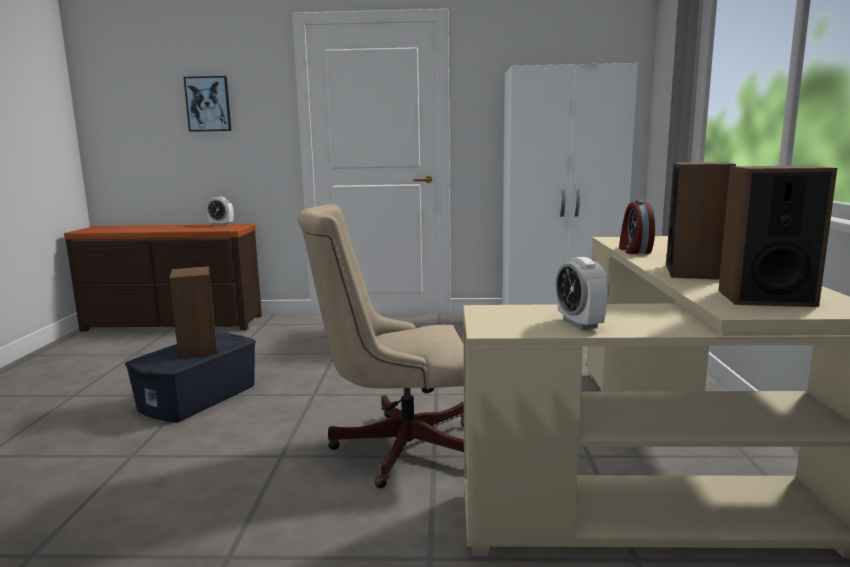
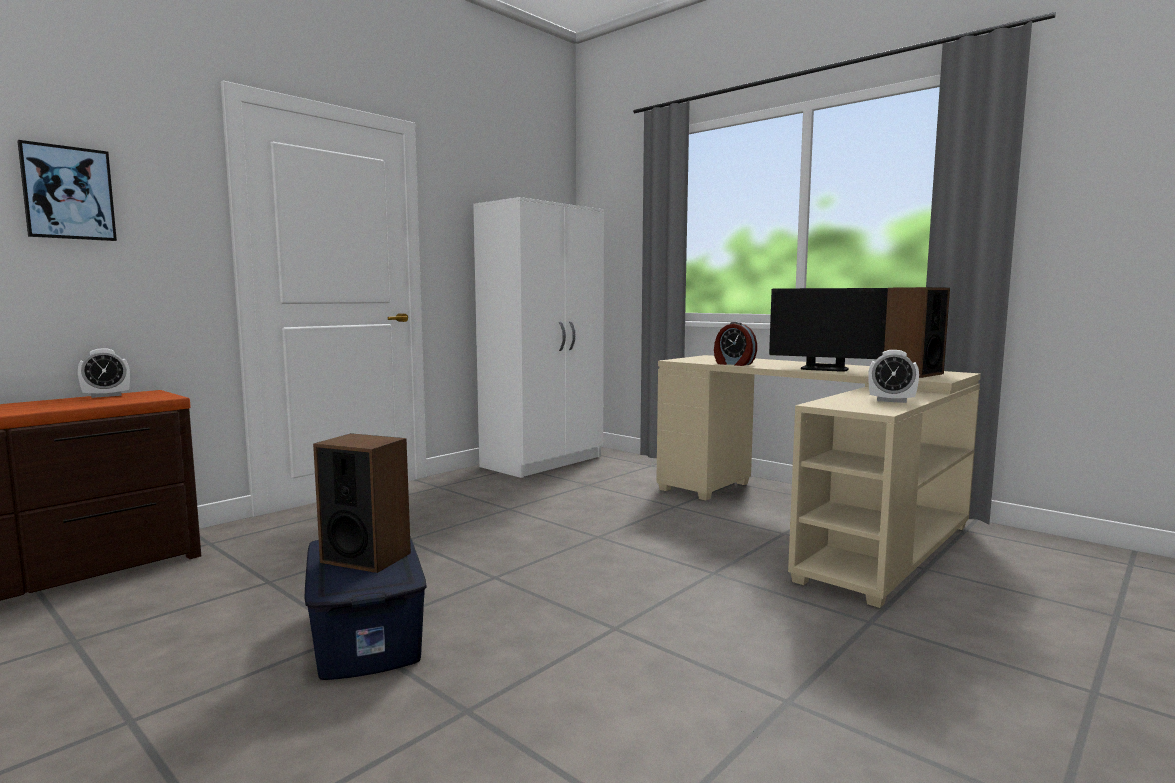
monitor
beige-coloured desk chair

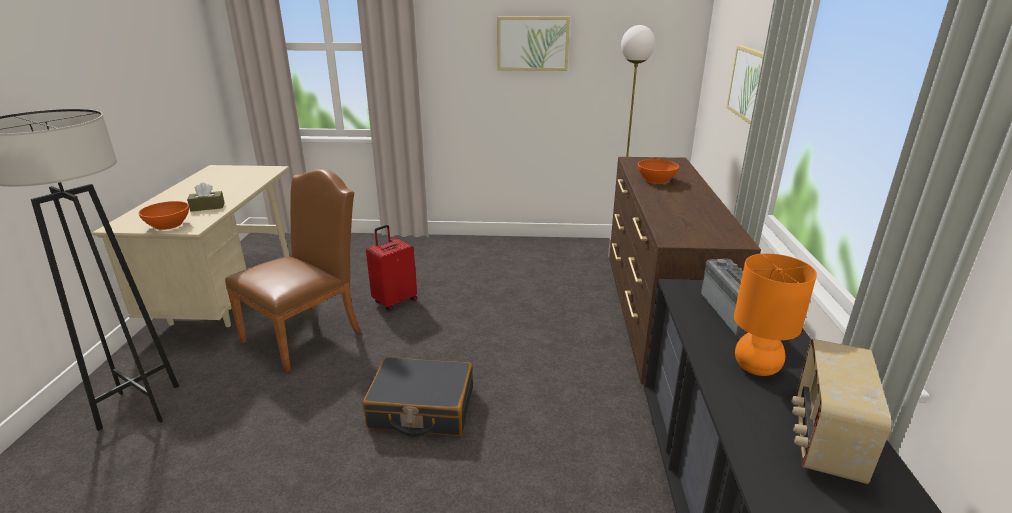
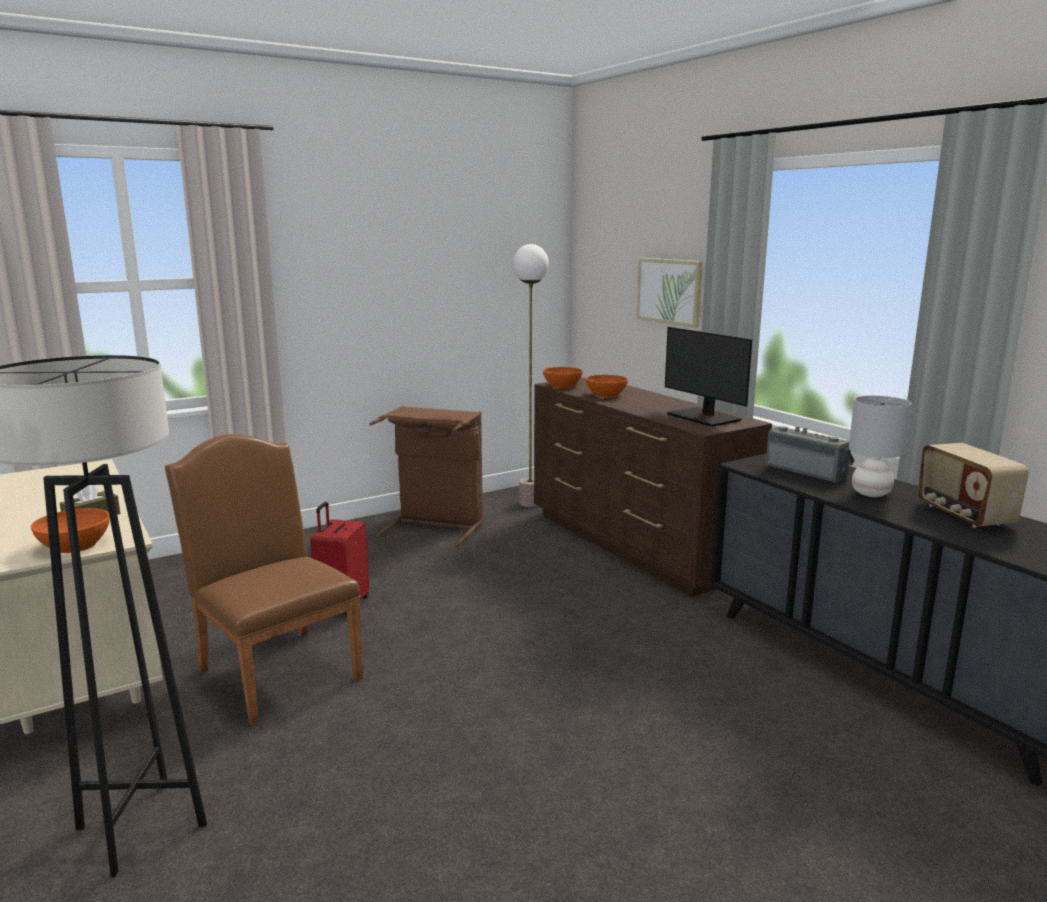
picture (1st from left in the first image)
brown upright chair
grey table lamp
black-coloured suitcase
monitor
orange-coloured bowl (2nd from left)
brown washing basket

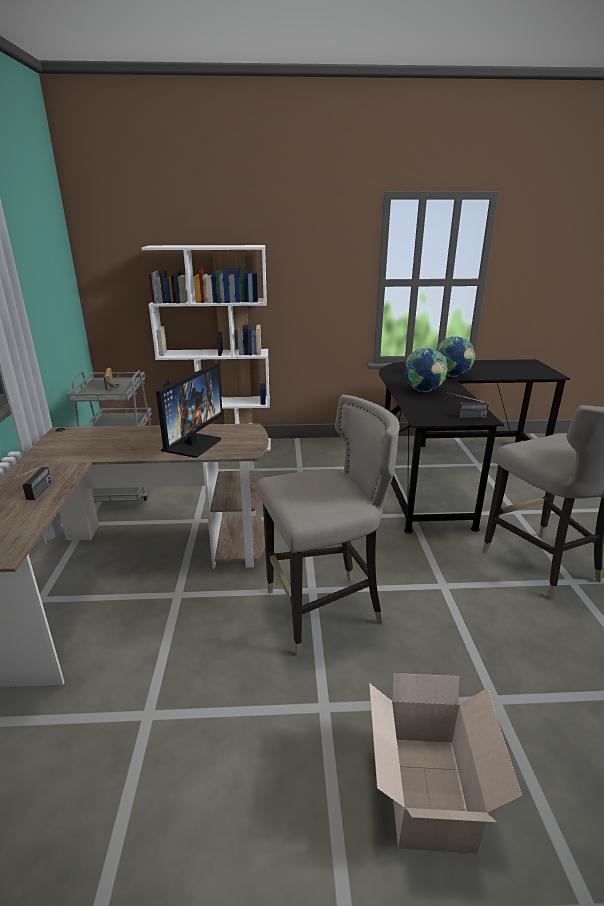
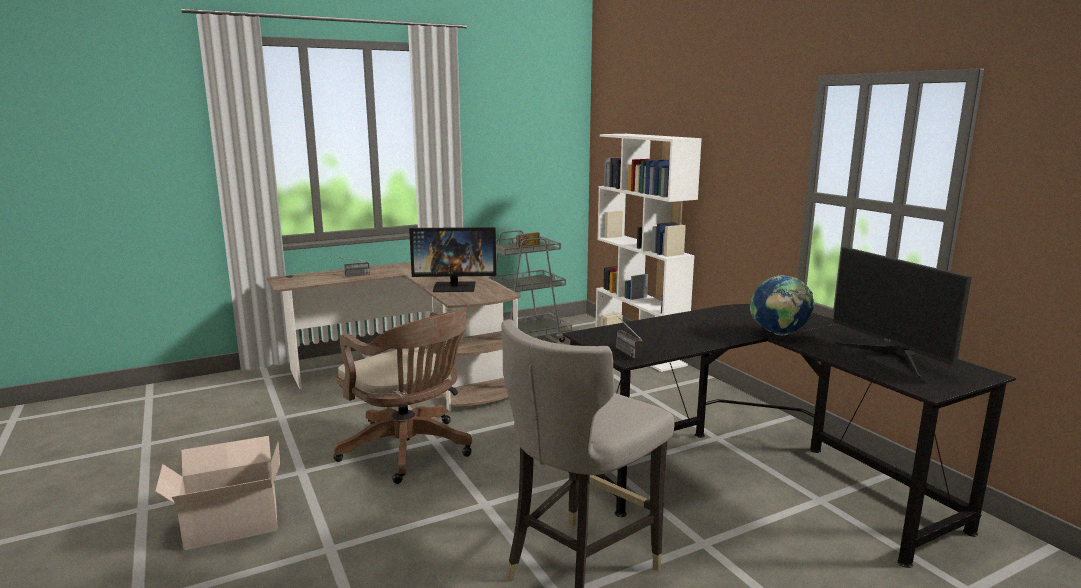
world globe (1st from left in the first image)
brown desk chair
monitor (2nd from left)

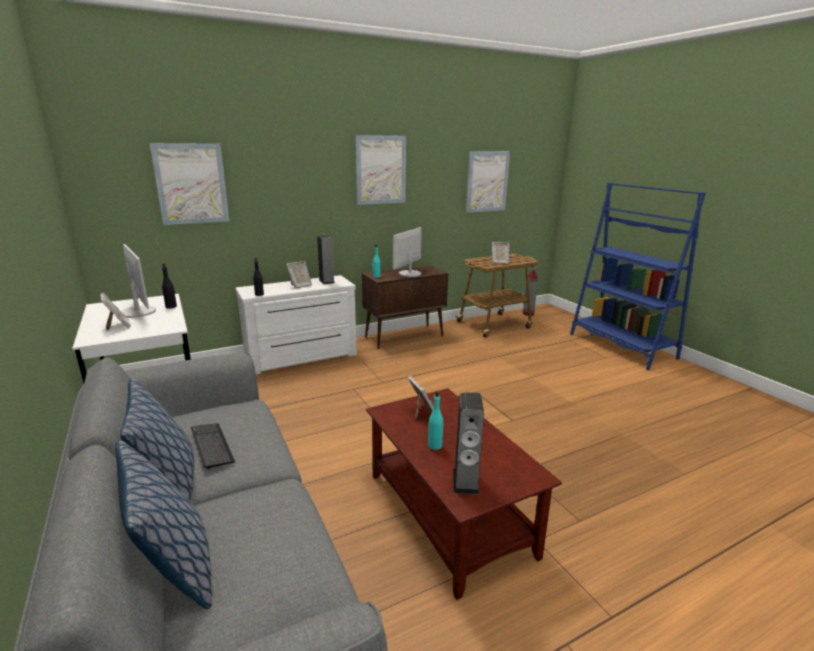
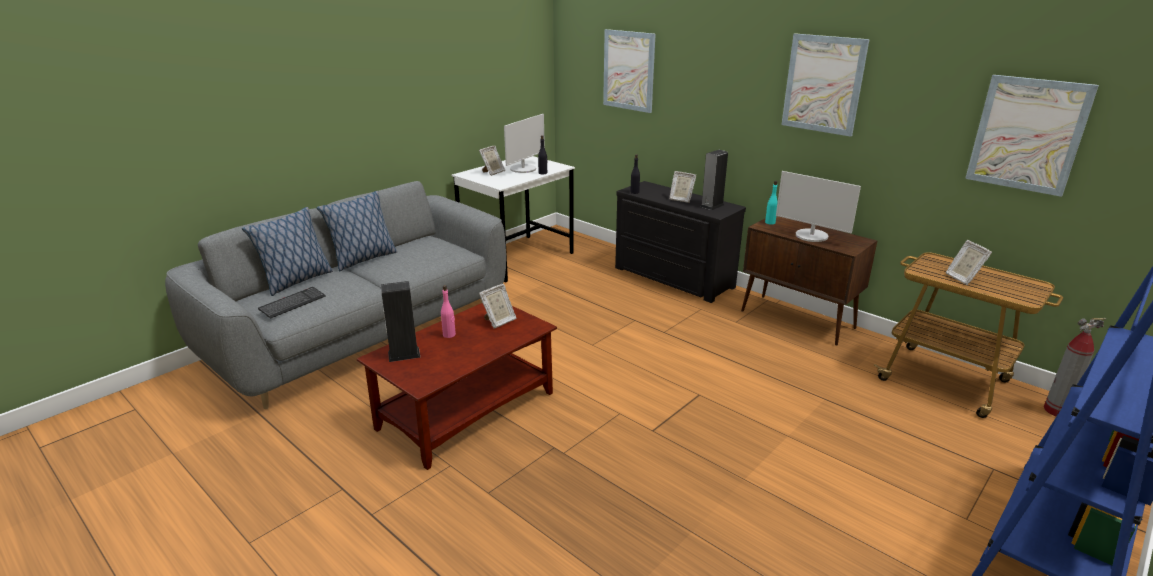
monitor (2nd from left)
black-coloured drawer chest
pink-coloured bottle
keyboard

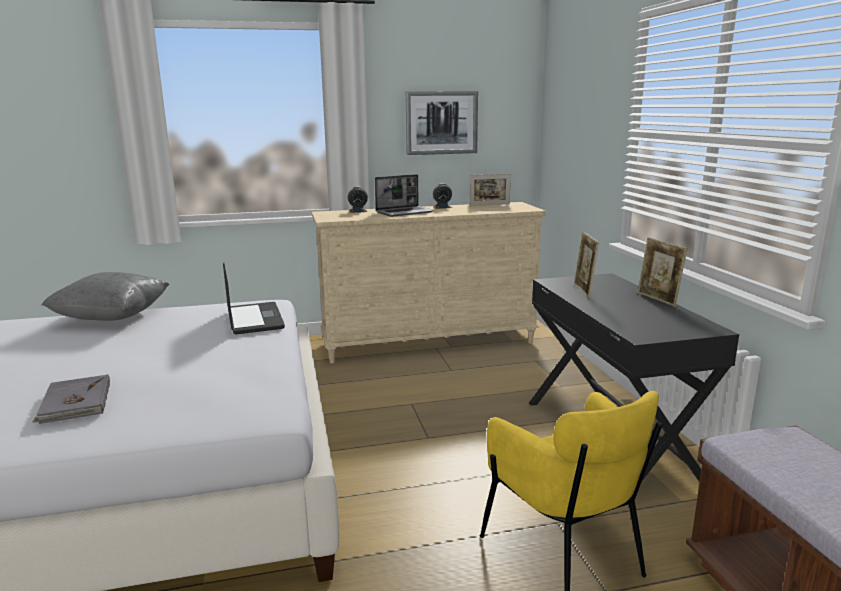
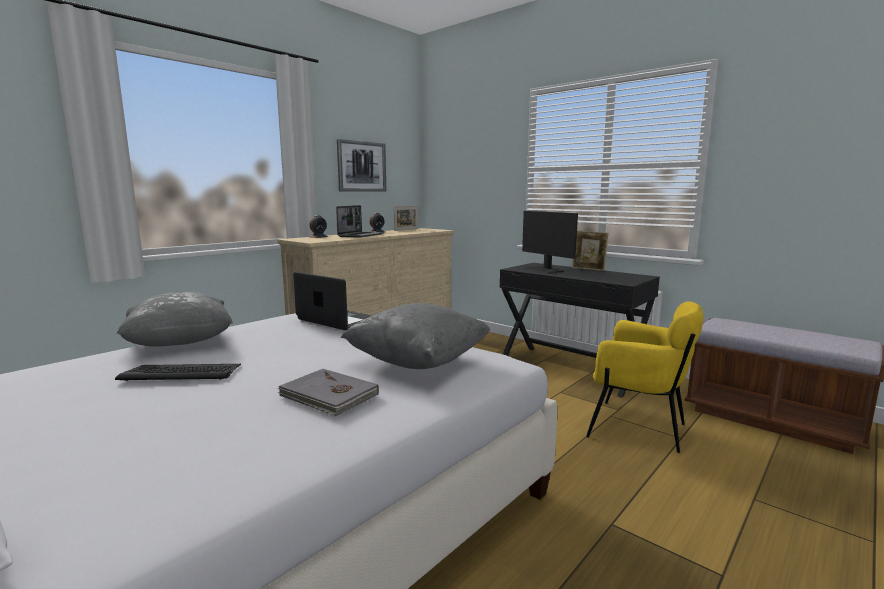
monitor
grey throw pillow (2nd from left)
keyboard

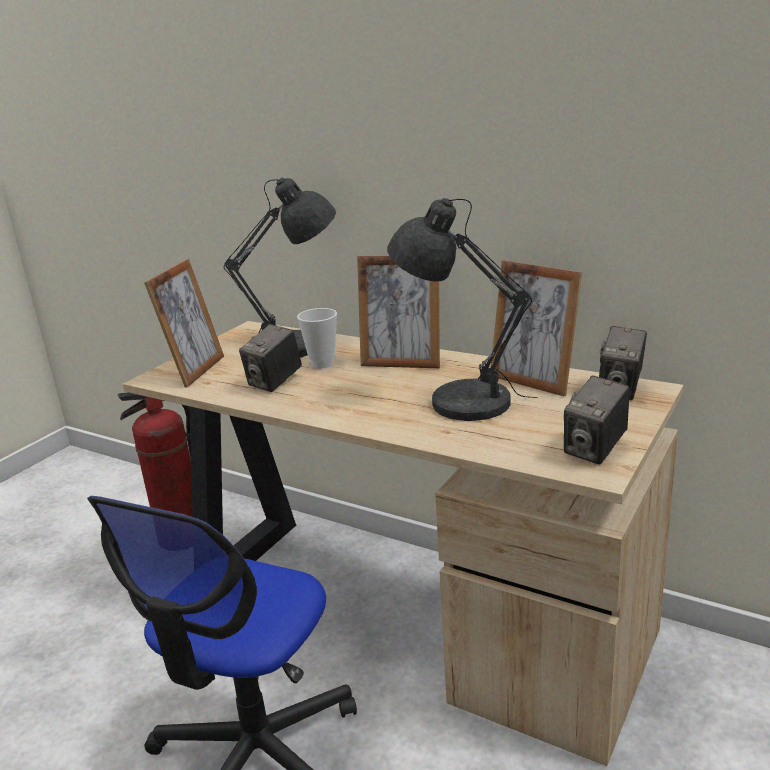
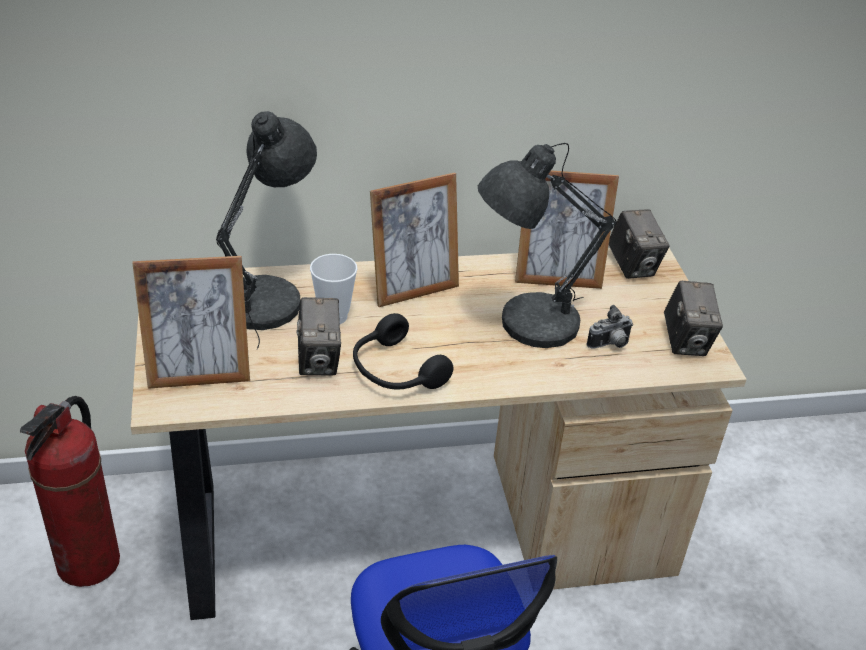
photo frame (1st from left)
photo camera (2nd from left)
black-coloured headphones

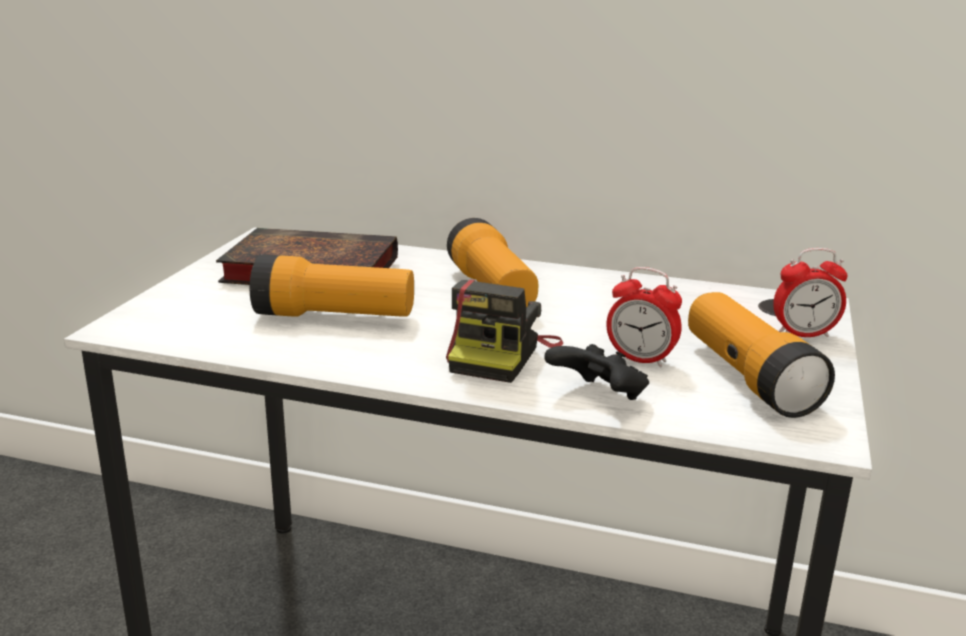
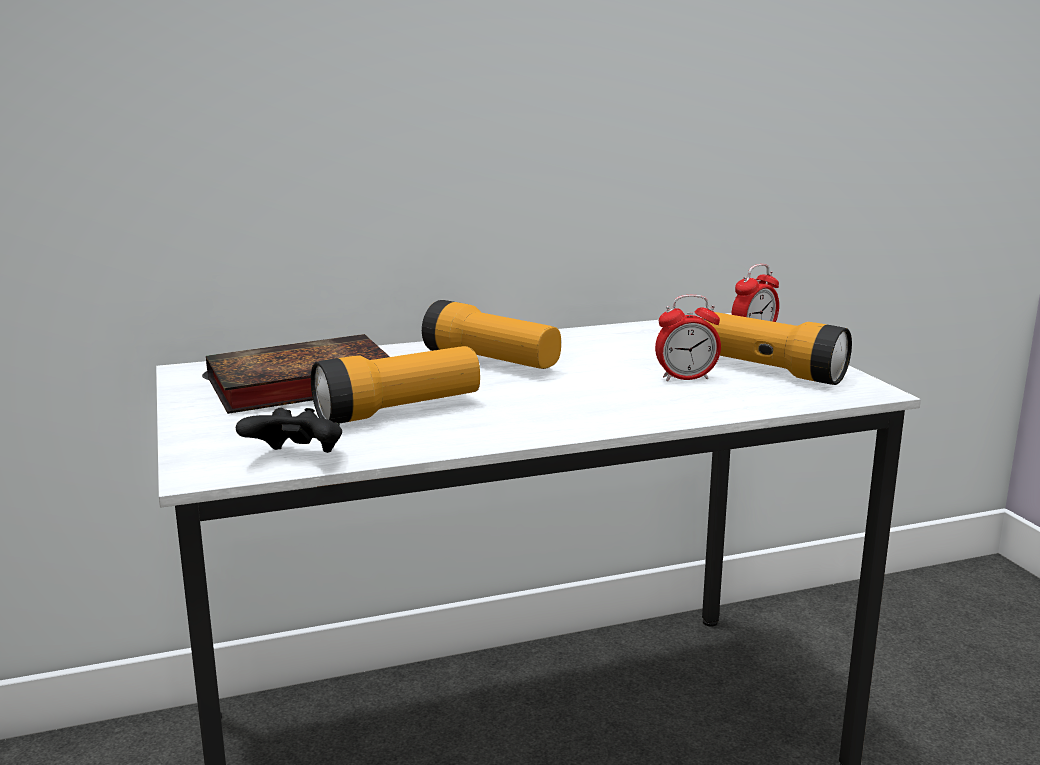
photo camera
black-coloured game controller

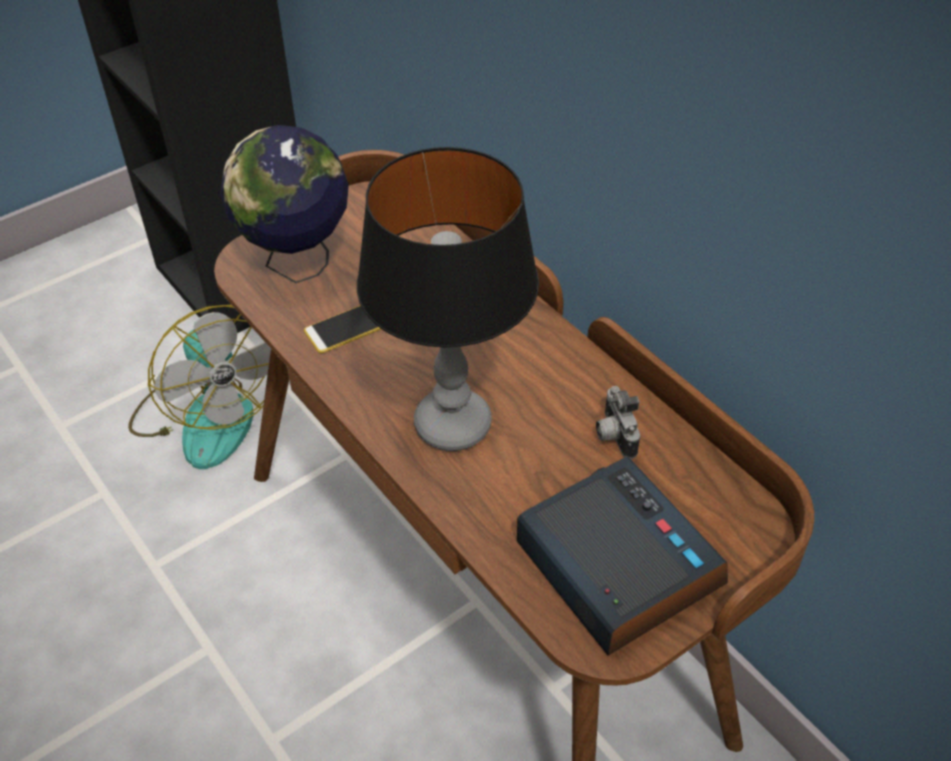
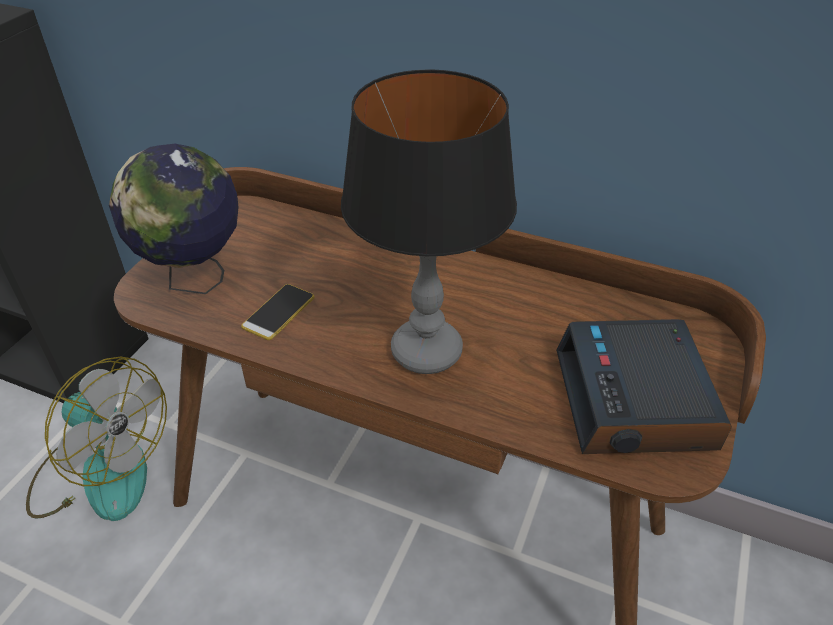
photo camera
table clock

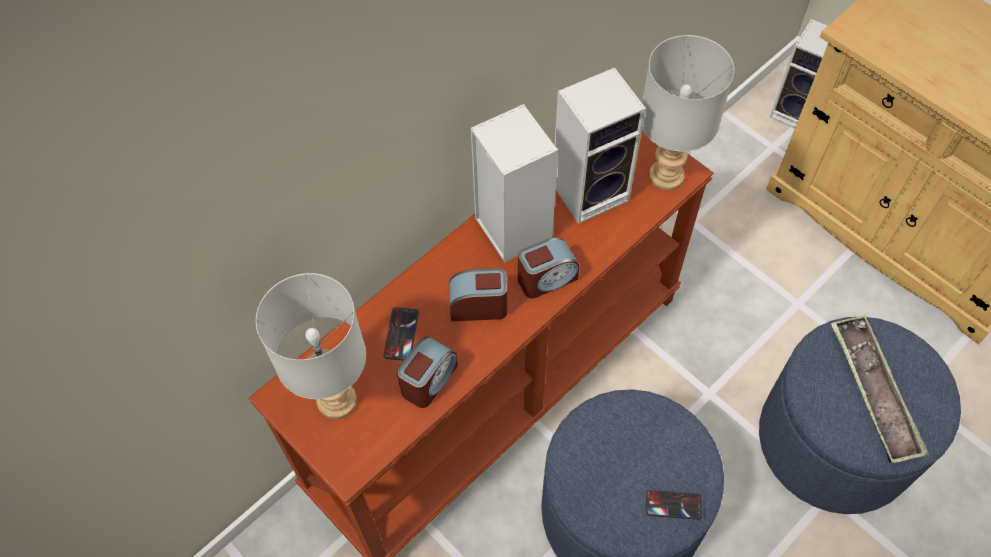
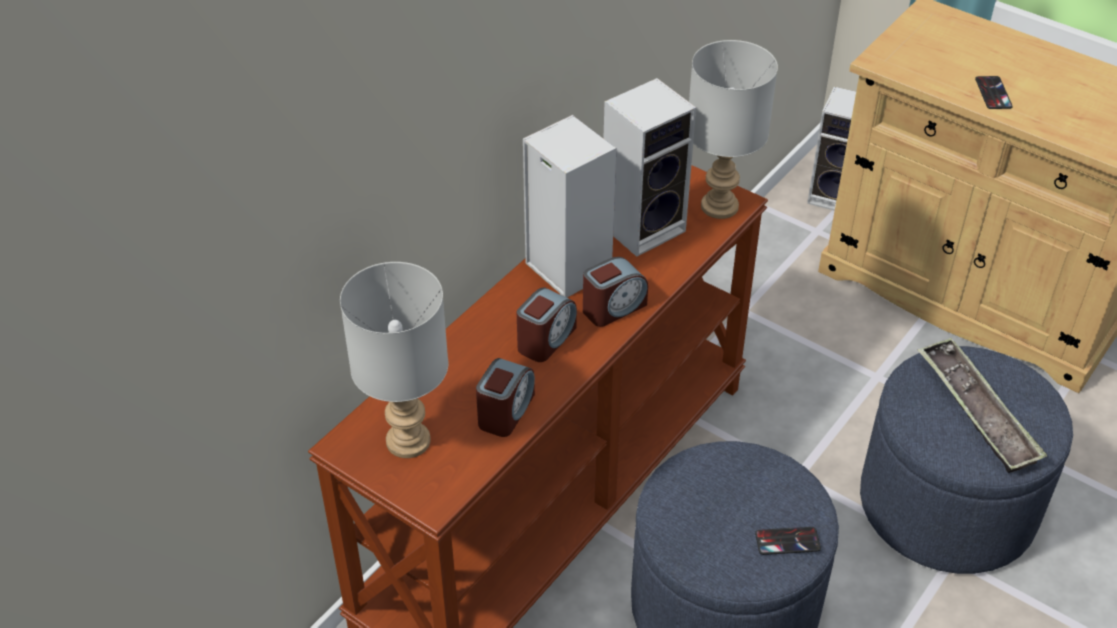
table clock (2nd from left)
telephone (2nd from left)

